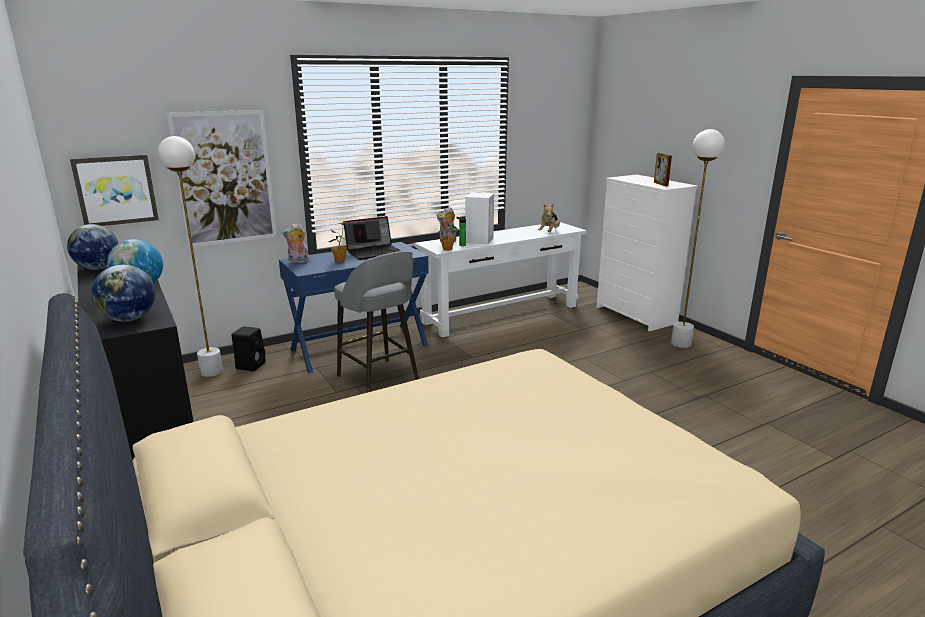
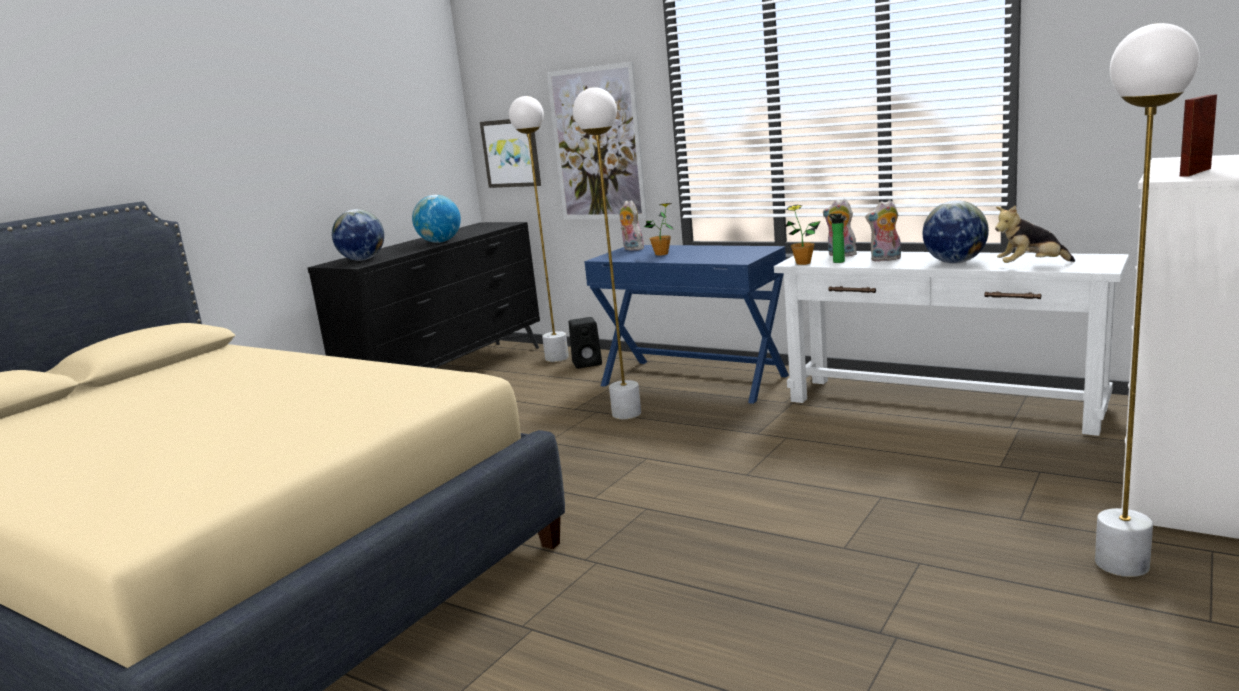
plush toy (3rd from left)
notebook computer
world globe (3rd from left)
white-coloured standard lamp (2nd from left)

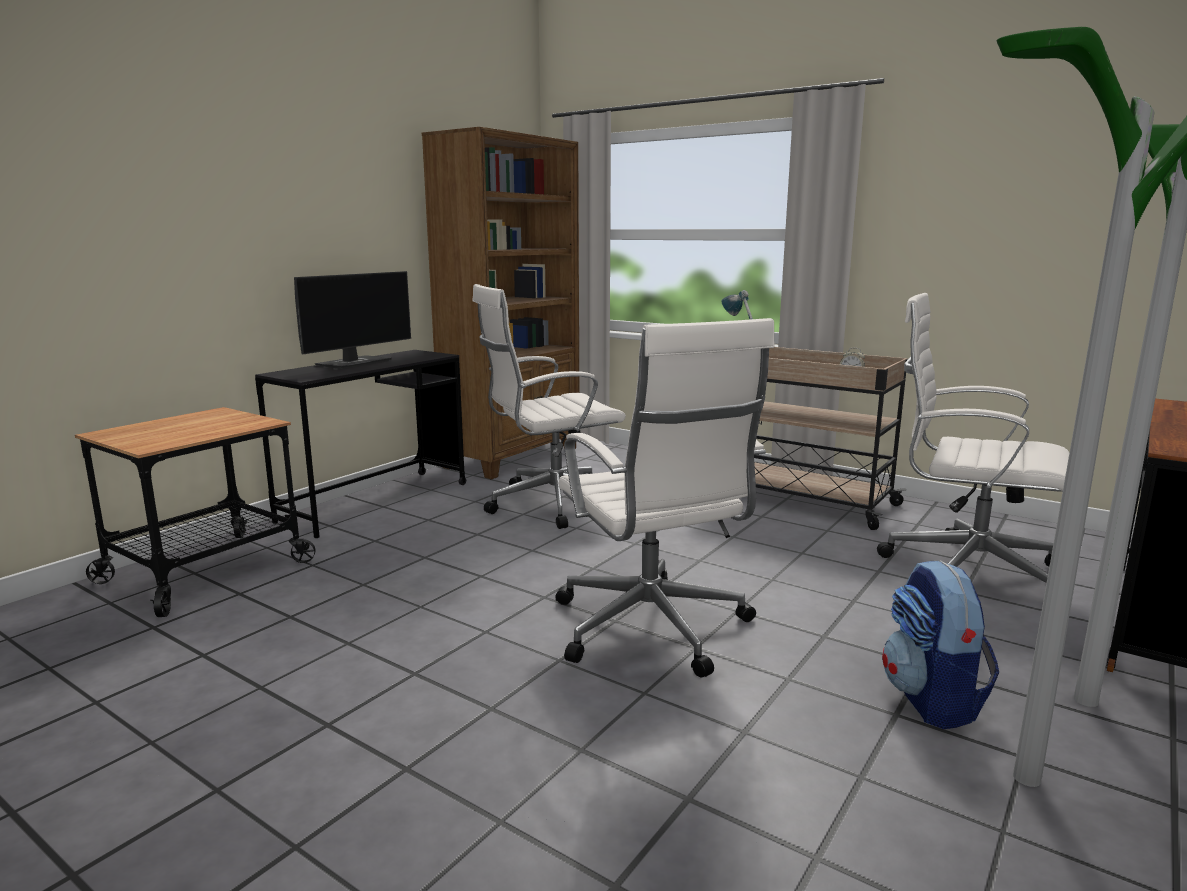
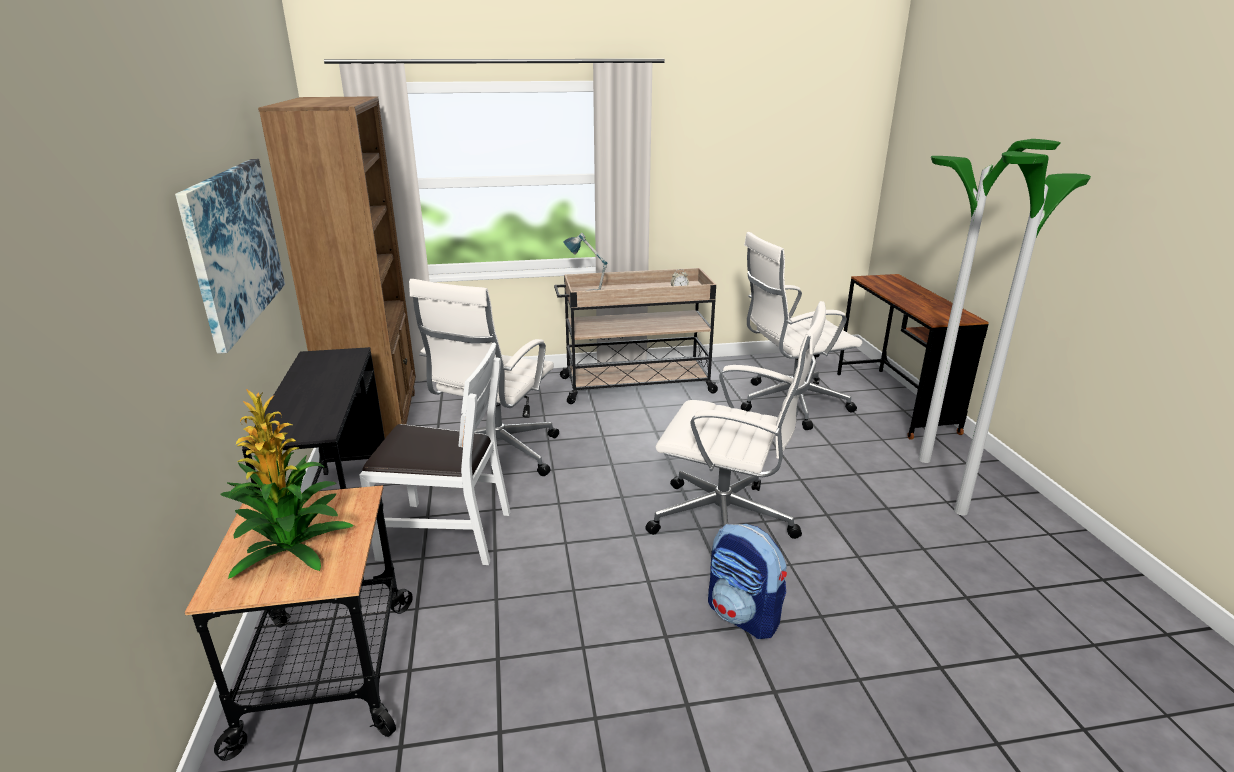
monitor
backpack
picture
white-coloured upright chair
potted plant

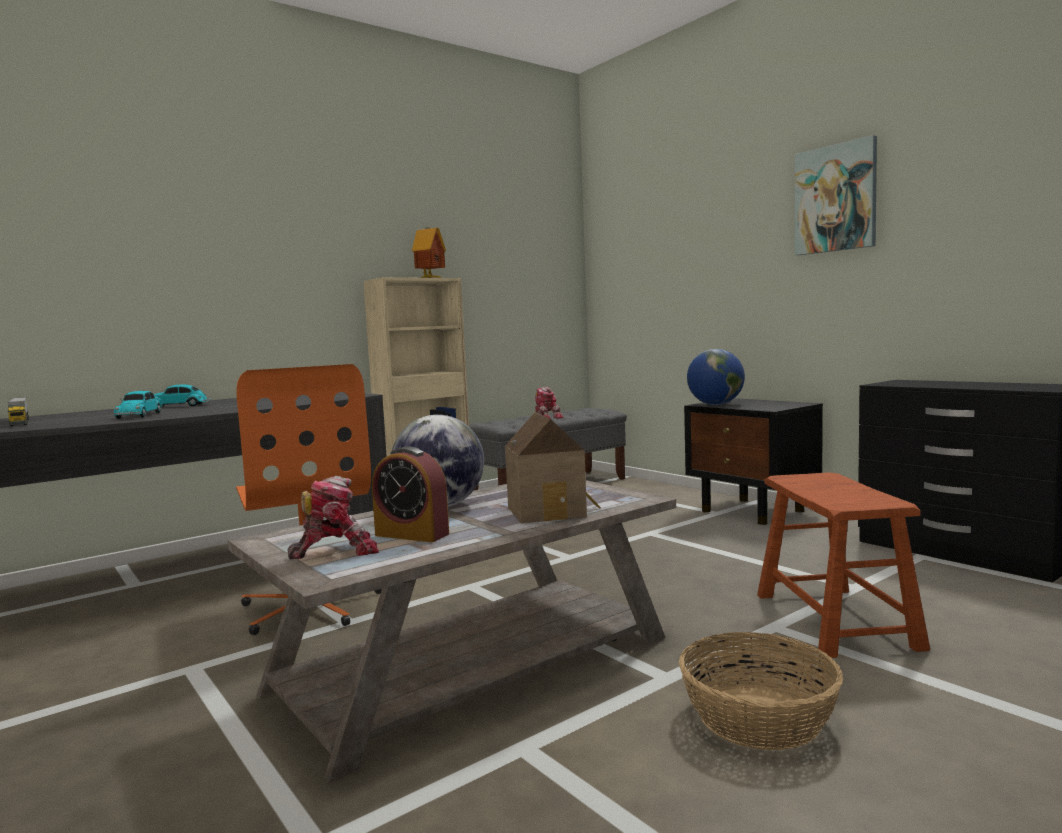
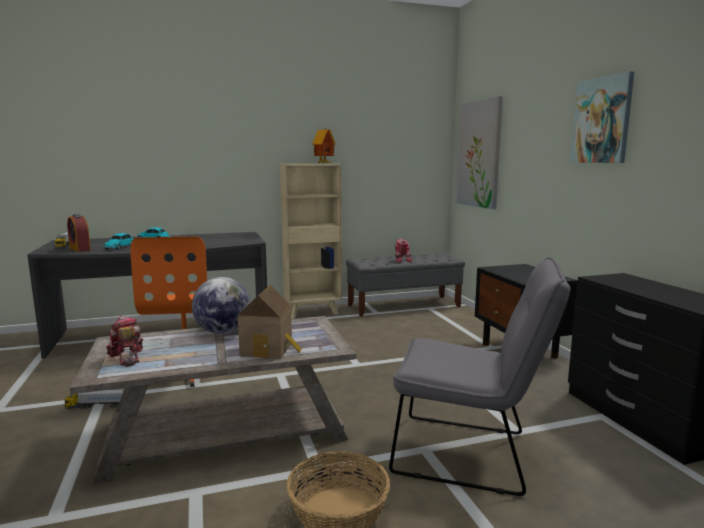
world globe (2nd from left in the first image)
table clock
grey upright chair
robot figure (1st from left)
picture (1st from left)
model truck (2nd from left)

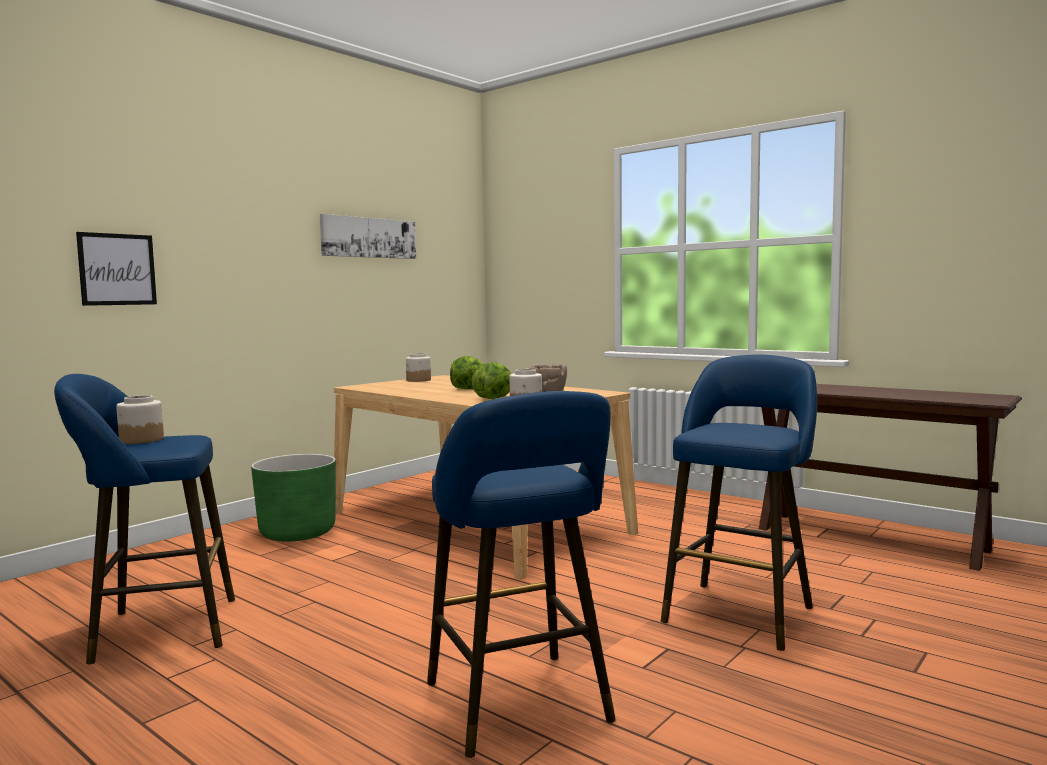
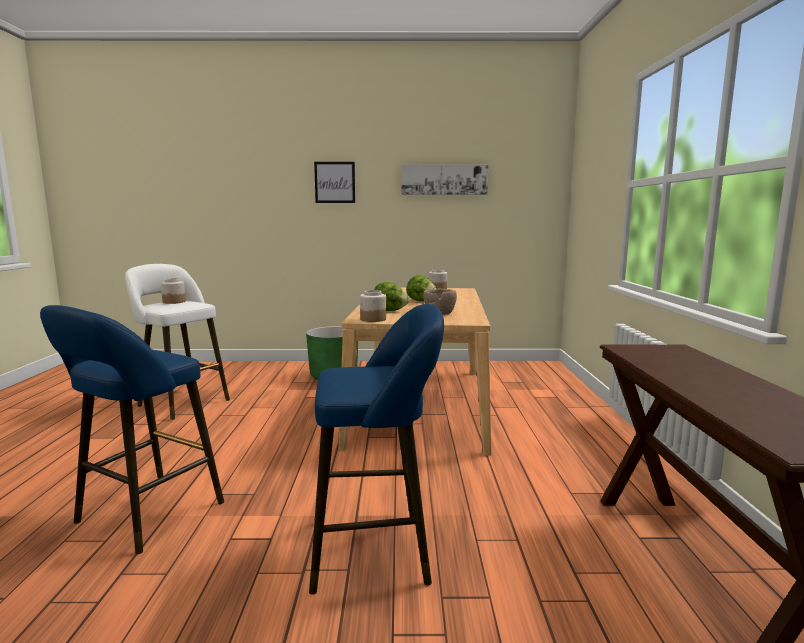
picture (1st from left)
white-coloured sitting stool

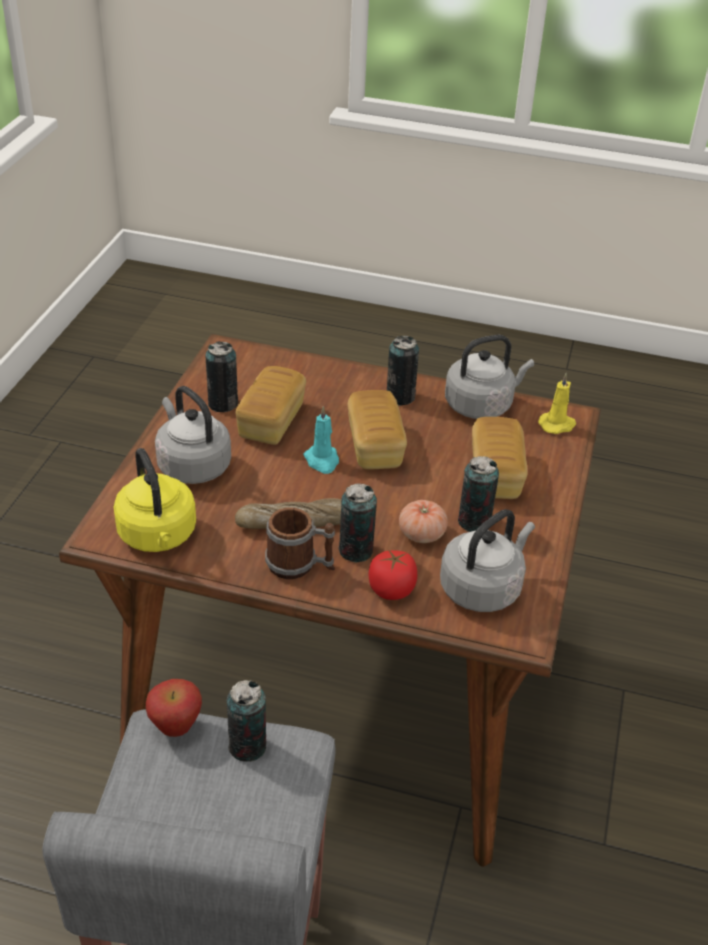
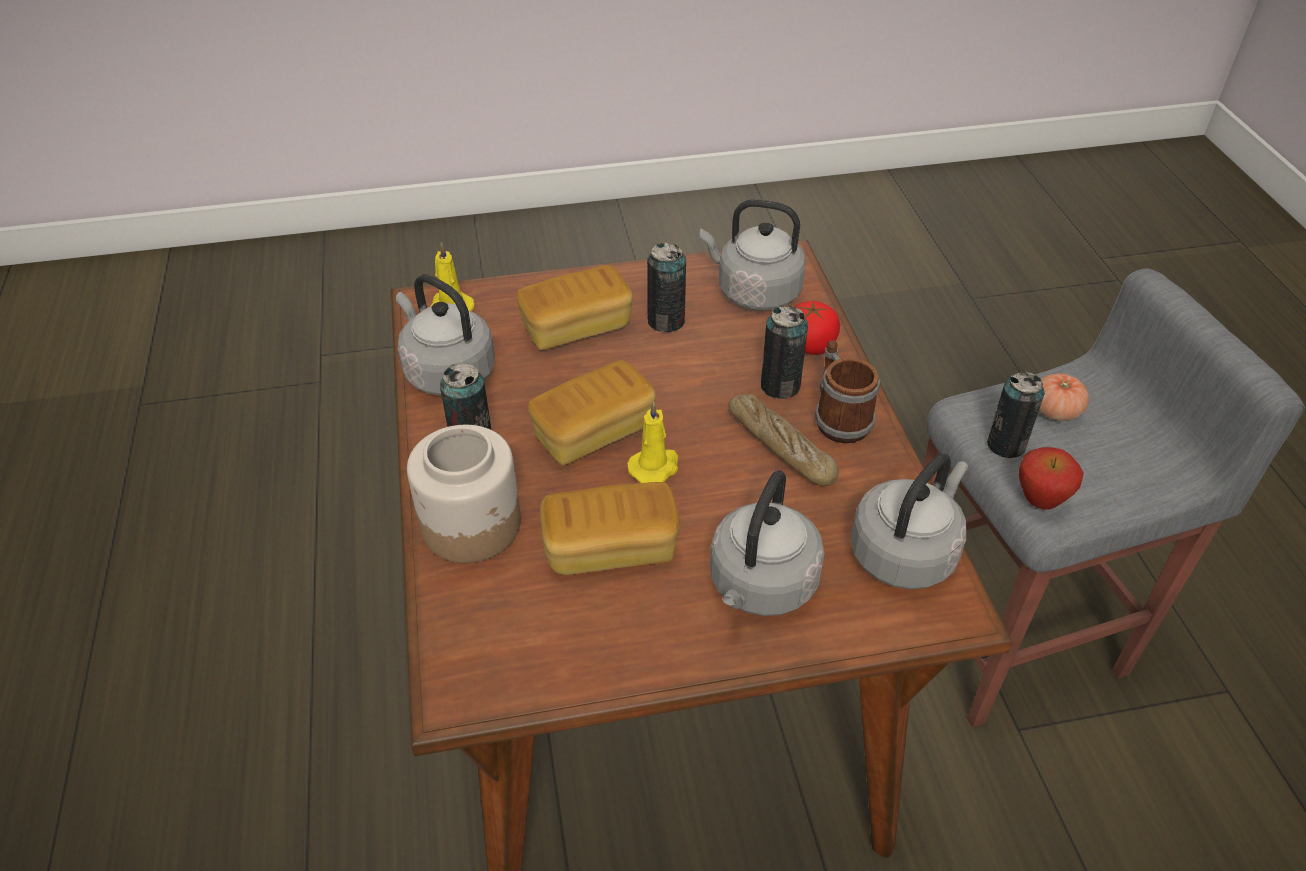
can (1st from left in the first image)
yellow-coloured wax light (2nd from left)
grey tea kettle (4th from left)
whole tomato (2nd from left)
preserve jar

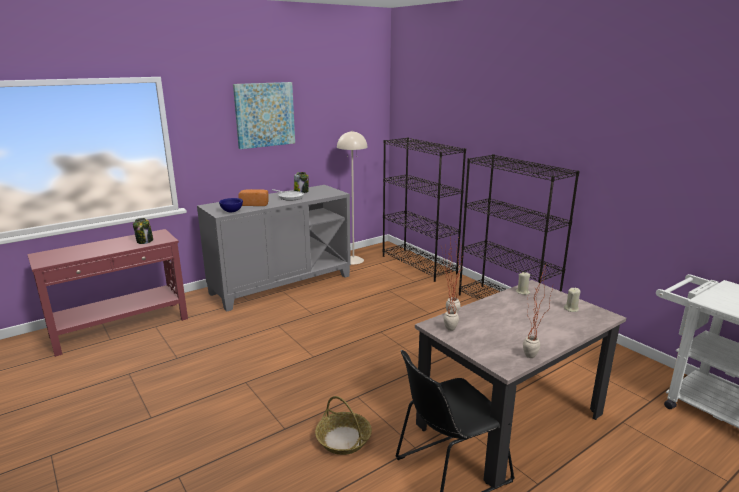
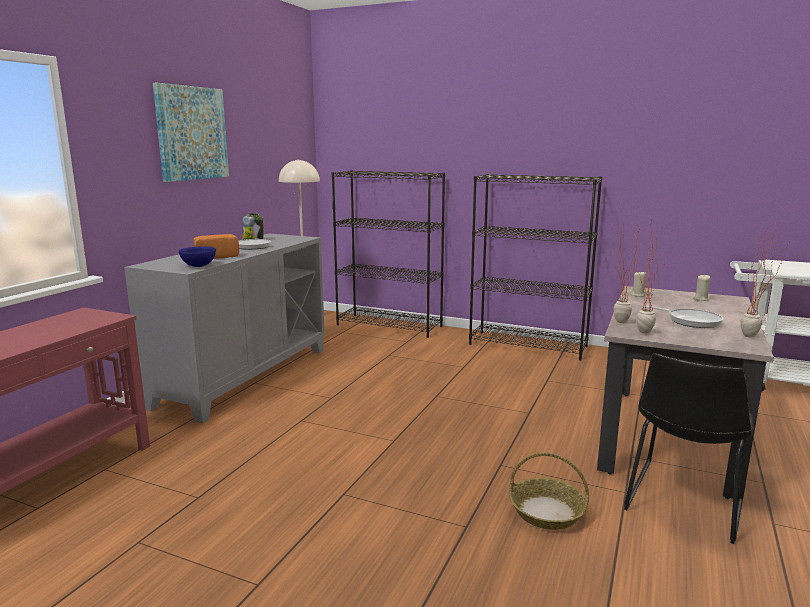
preserve jar (1st from left in the first image)
skillet (2nd from left)

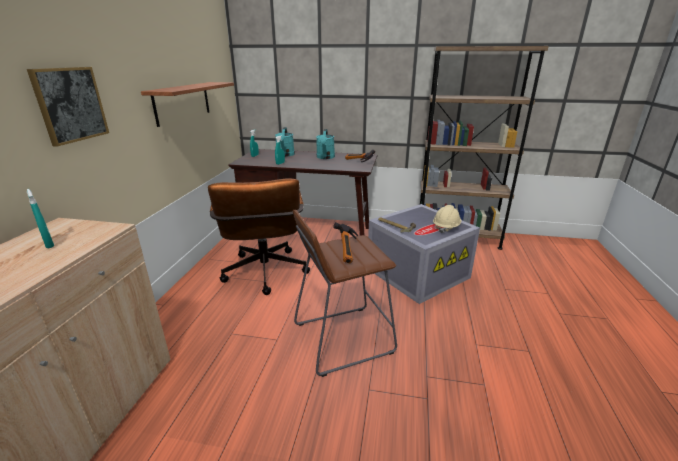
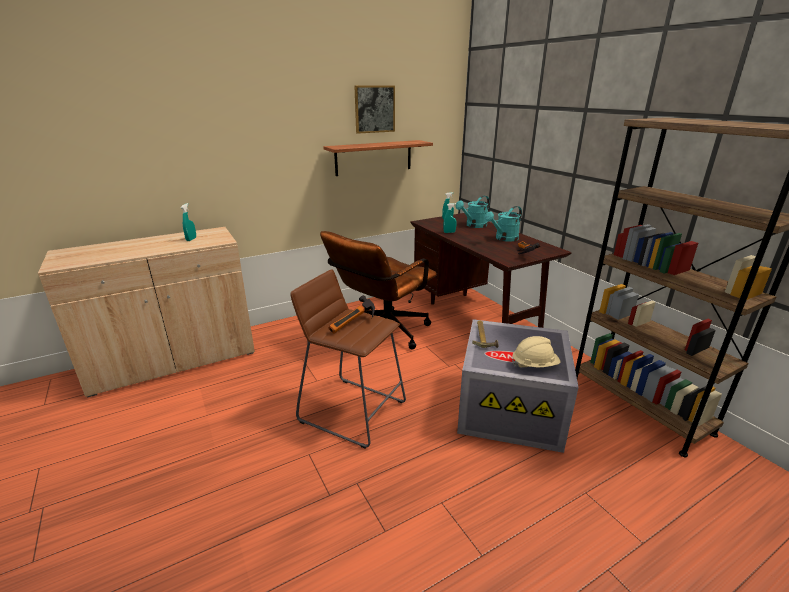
picture

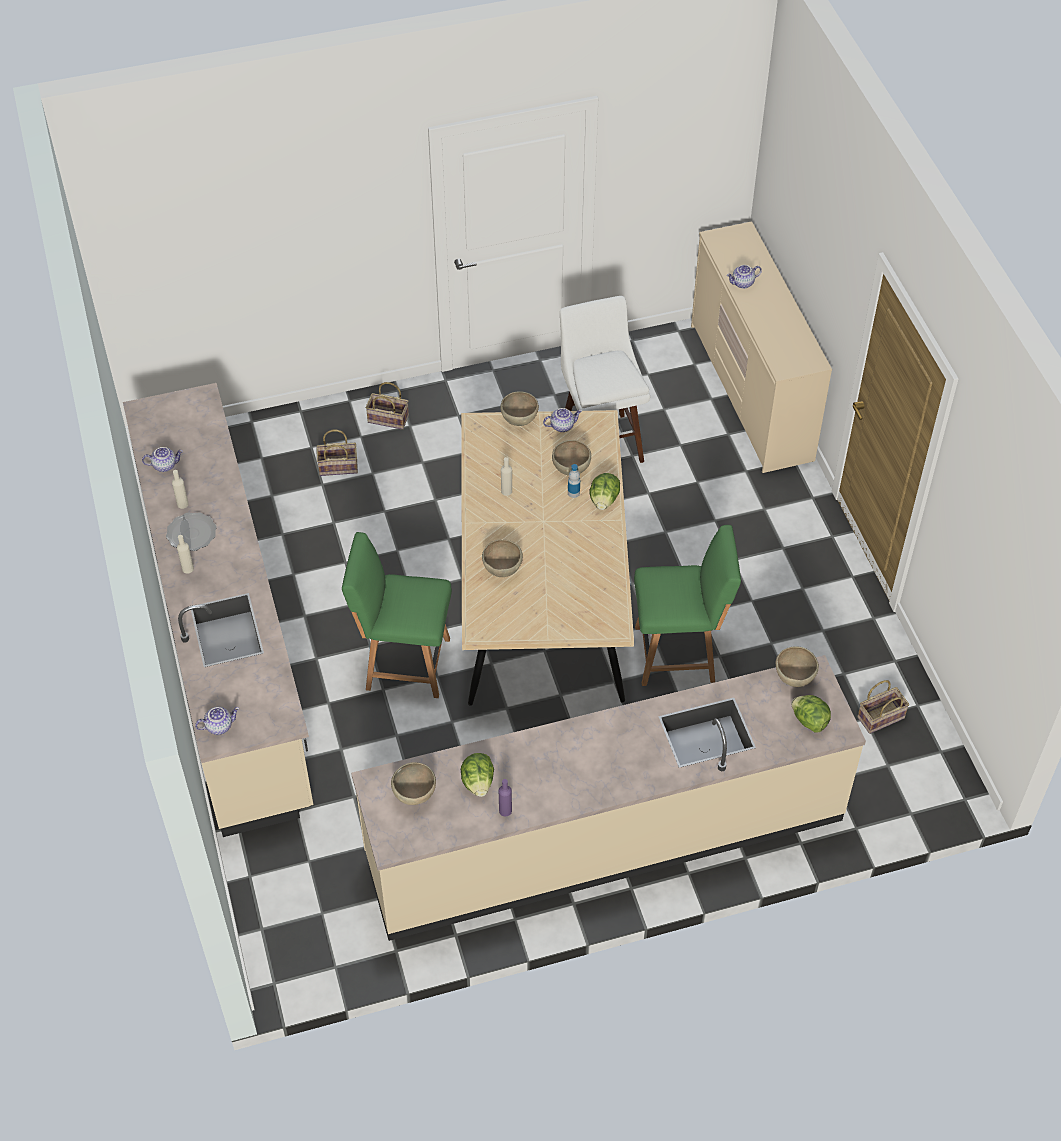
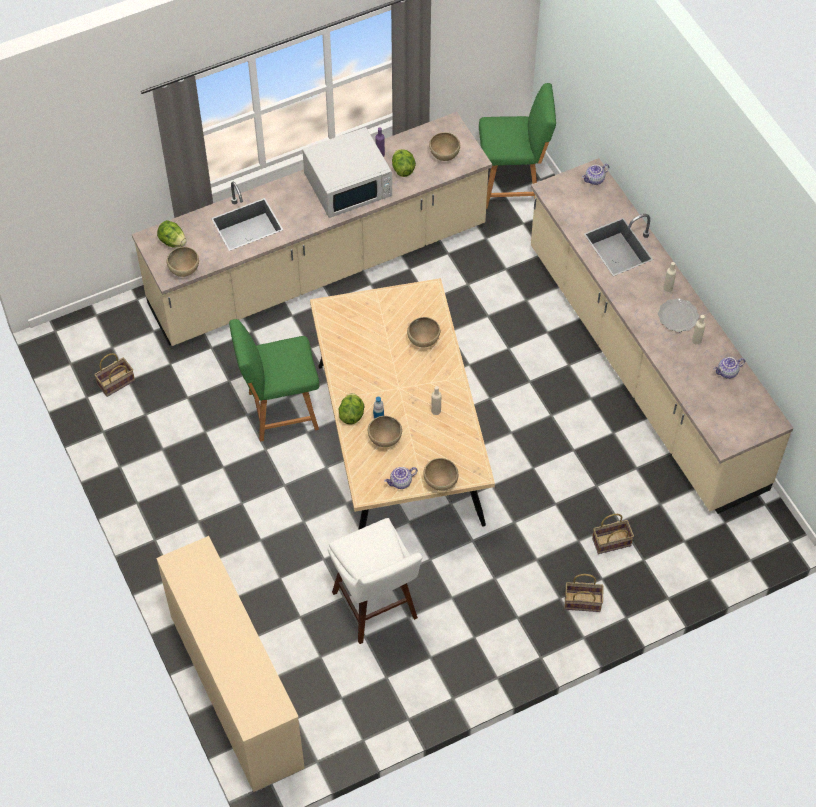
teapot (4th from left in the first image)
greenish upright chair (2nd from left)
white-coloured microwave

